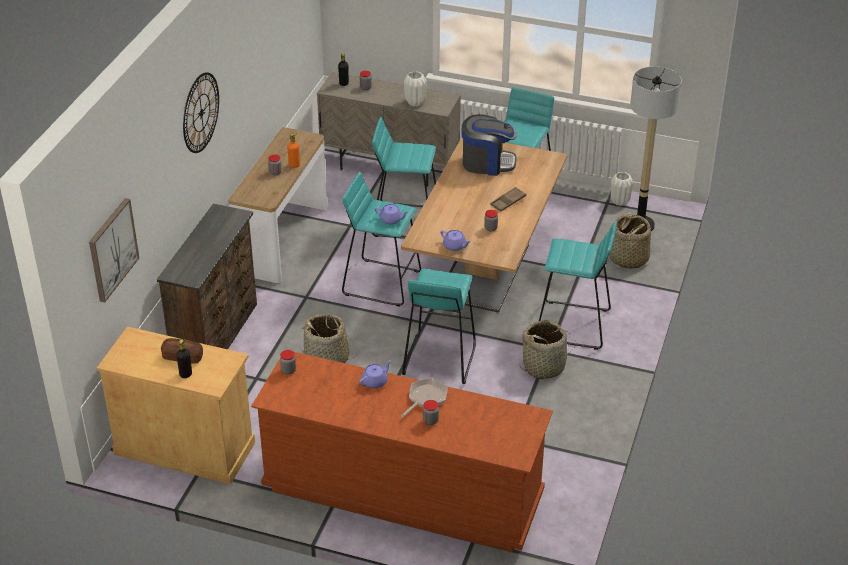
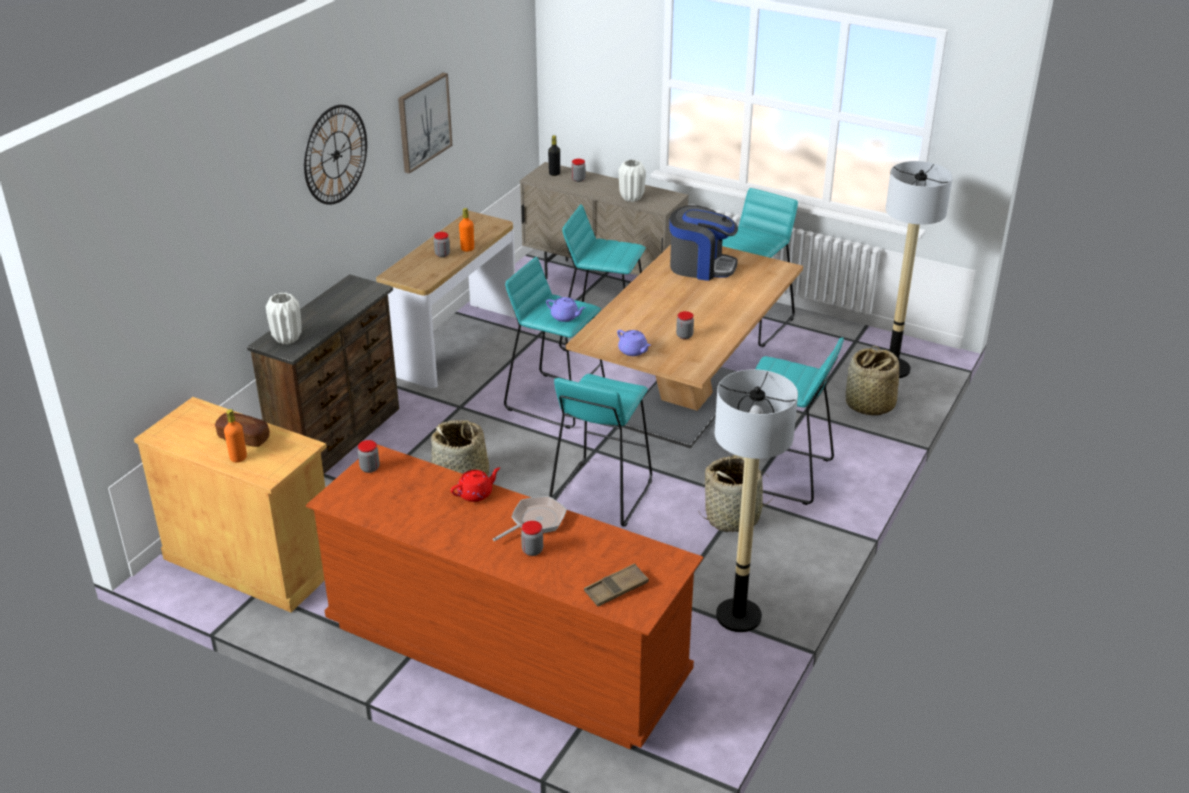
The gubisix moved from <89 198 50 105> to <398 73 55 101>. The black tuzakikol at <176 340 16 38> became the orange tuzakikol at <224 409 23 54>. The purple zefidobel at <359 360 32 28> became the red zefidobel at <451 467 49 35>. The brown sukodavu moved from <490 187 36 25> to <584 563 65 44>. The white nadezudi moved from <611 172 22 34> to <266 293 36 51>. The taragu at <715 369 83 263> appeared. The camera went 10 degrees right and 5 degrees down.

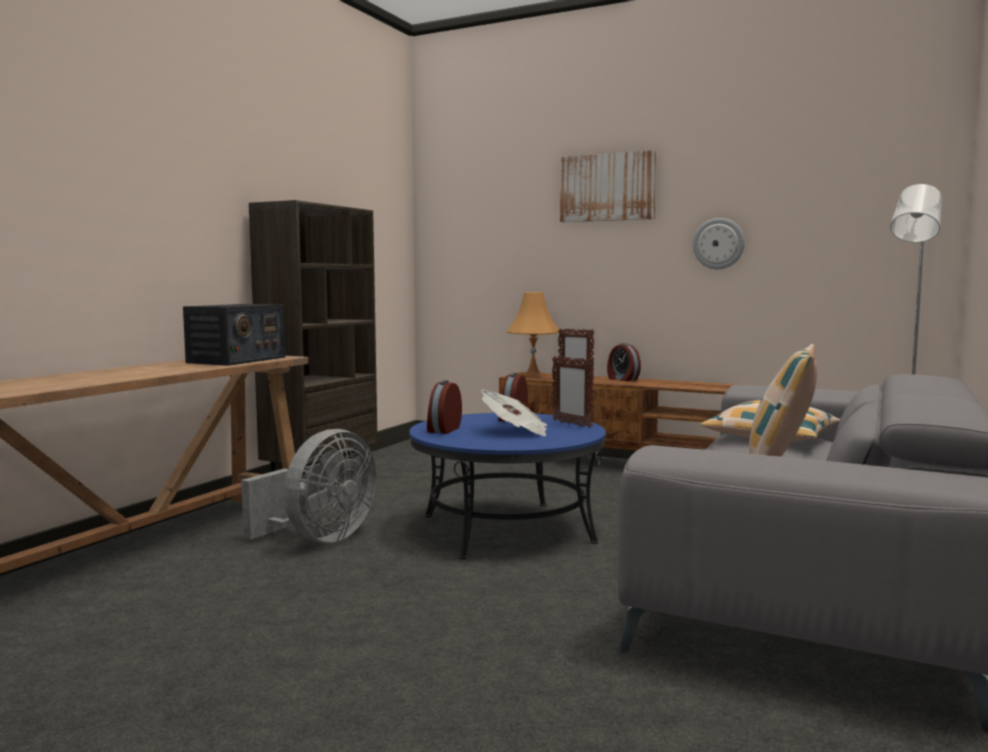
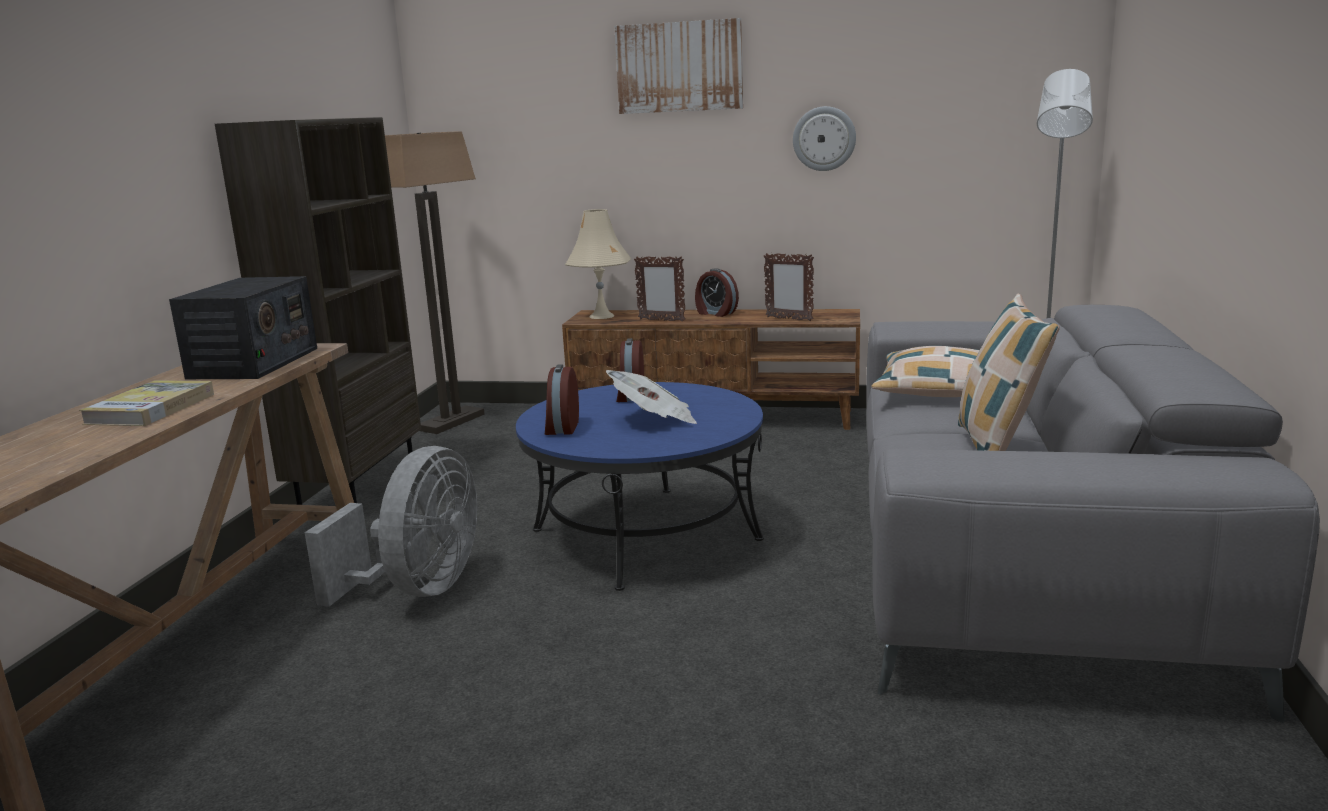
The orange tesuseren at <507 292 52 85> became the beige tesuseren at <565 209 66 110>. The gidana moved from <552 356 42 72> to <764 253 50 68>. The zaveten at <79 380 135 46> appeared. The taragu at <385 131 100 303> appeared. The camera went 15 degrees left and 10 degrees up.

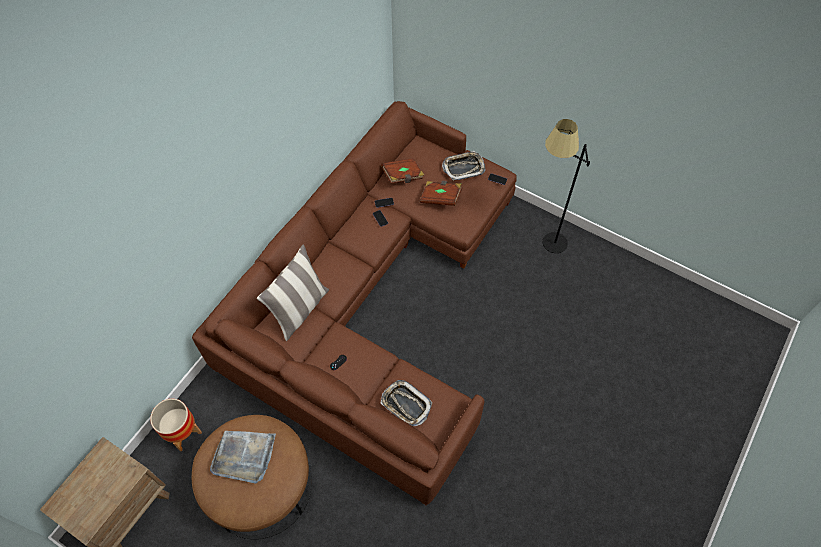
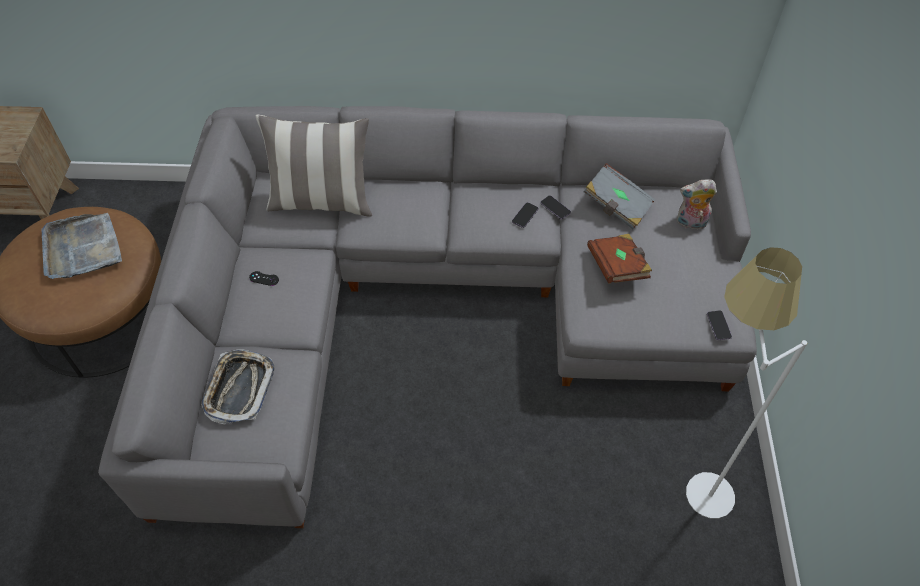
The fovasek at <150 399 52 52> disappeared. The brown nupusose at <192 101 325 404> became the grey nupusose at <98 106 659 422>. The brown zaveten at <381 158 43 26> became the grey zaveten at <584 163 71 66>. The sukodavu at <442 151 44 30> disappeared. The black taragu at <543 119 47 134> became the white taragu at <686 247 121 271>. The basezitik at <677 180 40 52> appeared. The camera went 60 degrees right and 5 degrees down.

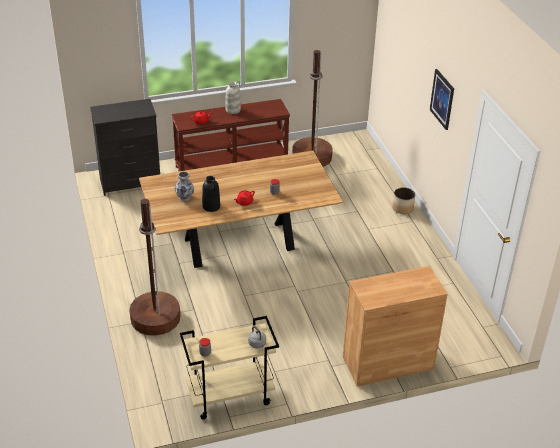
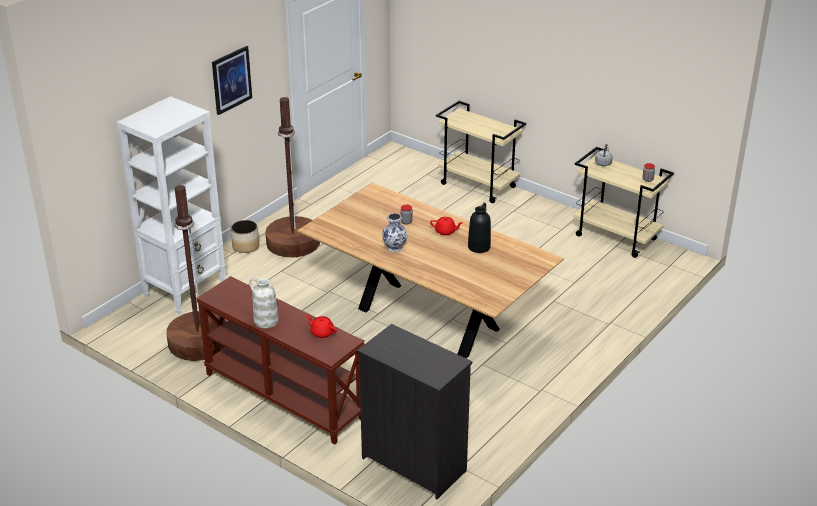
The brown taragu moved from <129 199 52 137> to <265 96 55 161>. The nadezudi moved from <174 171 20 30> to <382 213 26 39>. The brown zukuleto at <343 266 105 120> was replaced by the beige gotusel at <436 101 90 102>. The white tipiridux at <117 96 109 218> appeared. The camera went 125 degrees left and 5 degrees down.

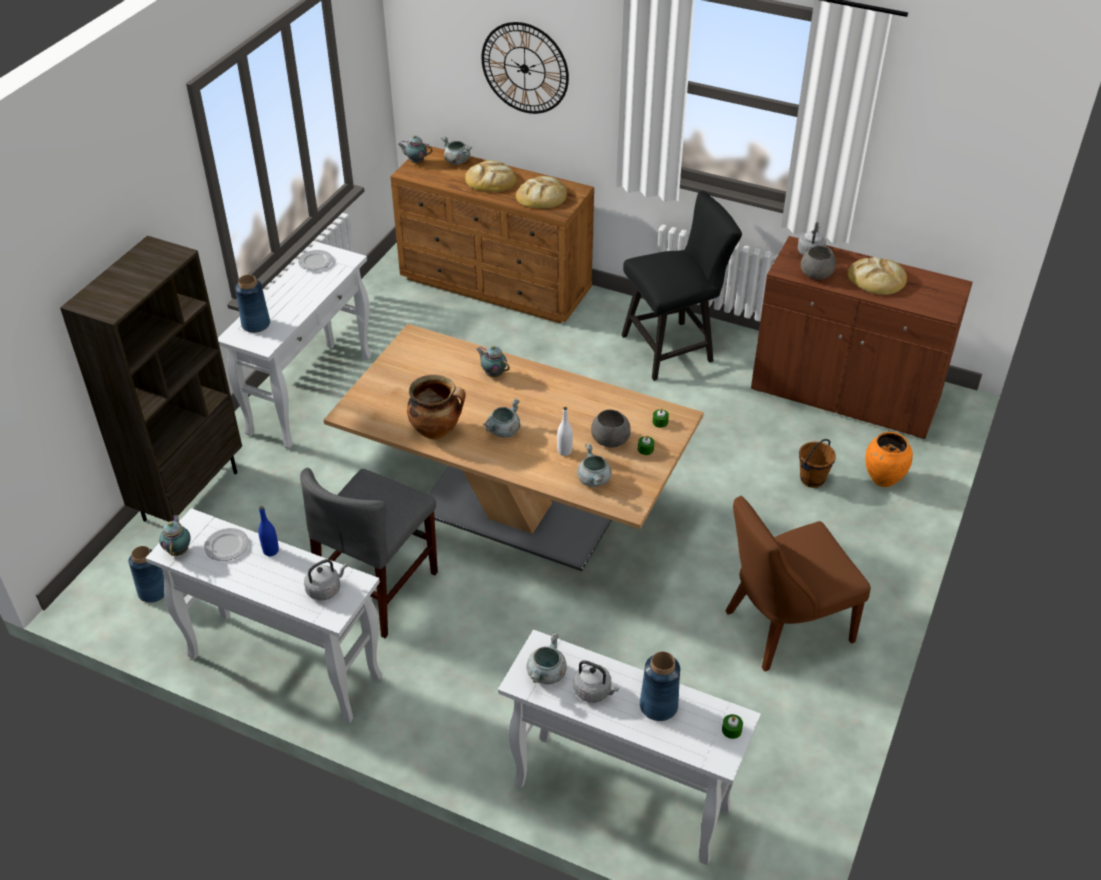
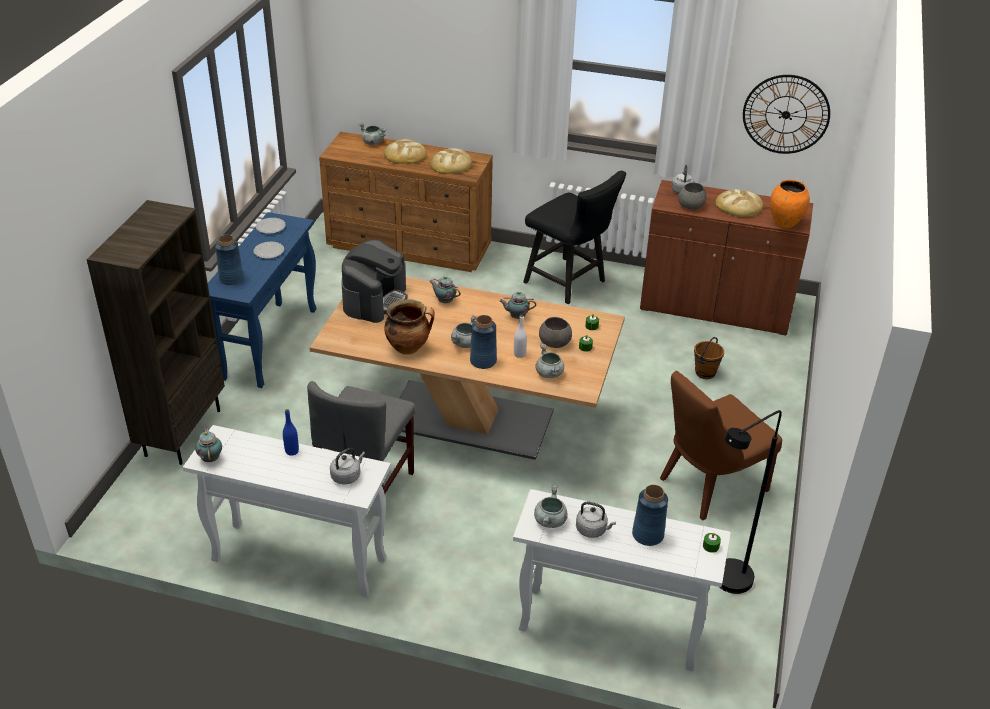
The blue nadezudi moved from <128 546 36 57> to <470 315 27 54>. The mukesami moved from <204 528 45 33> to <253 242 31 17>. The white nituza at <218 242 153 207> became the blue nituza at <208 212 108 176>. The zefidobel moved from <398 135 35 28> to <499 291 37 28>. The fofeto moved from <482 22 87 92> to <743 75 87 79>. The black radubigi at <621 191 121 190> turned 75 degrees clockwise. The orange nadezudi moved from <865 432 48 55> to <770 180 40 48>. The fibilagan at <342 240 65 83> appeared. The black taragu at <719 410 63 184> appeared. The camera went 10 degrees left and 5 degrees down.

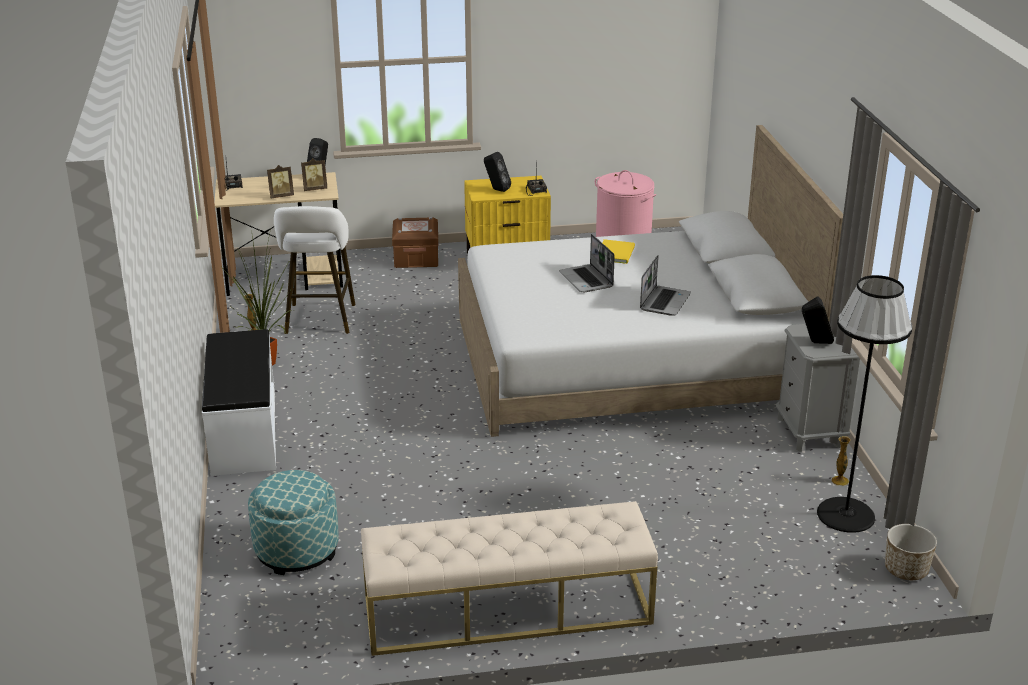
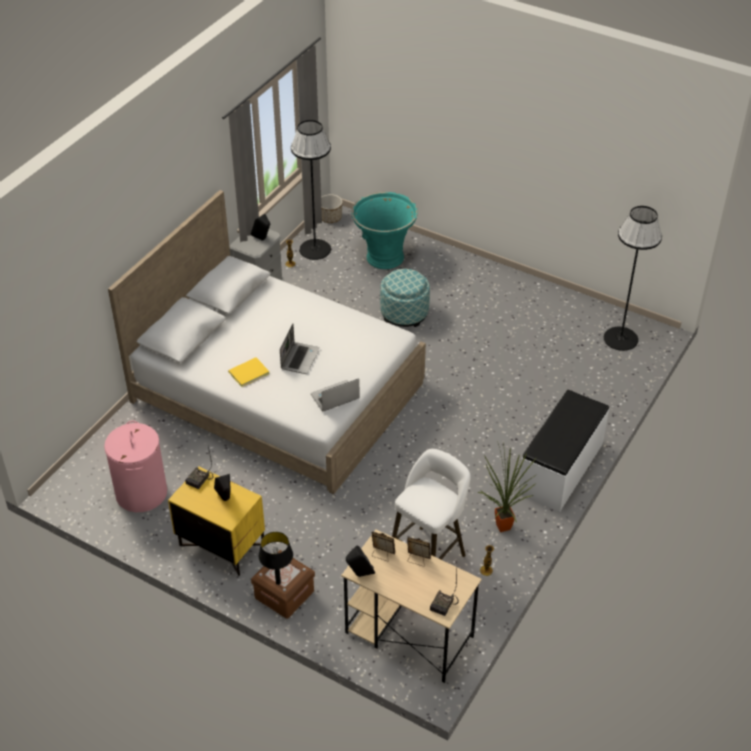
The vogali moved from <248 470 91 105> to <380 269 50 58>. The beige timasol at <361 501 297 155> disappeared. The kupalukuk moved from <640 255 51 61> to <311 379 49 32>. The black tesuseren at <259 532 34 53> appeared. The turquoise fovasek at <351 192 67 77> appeared. The black taragu at <604 206 58 145> appeared. The camera went 140 degrees left and 15 degrees up.

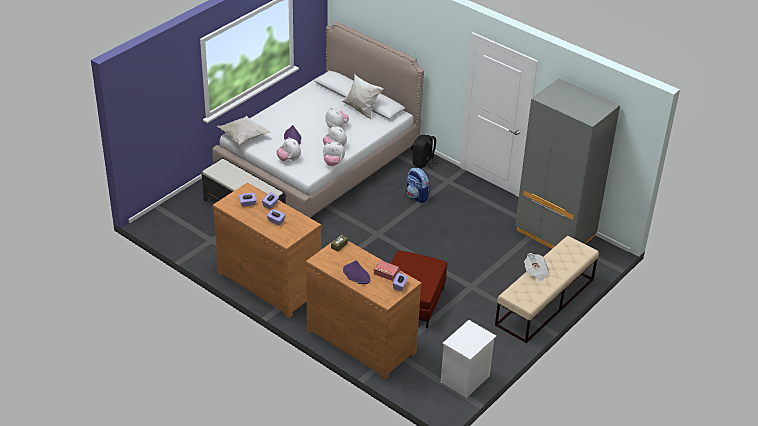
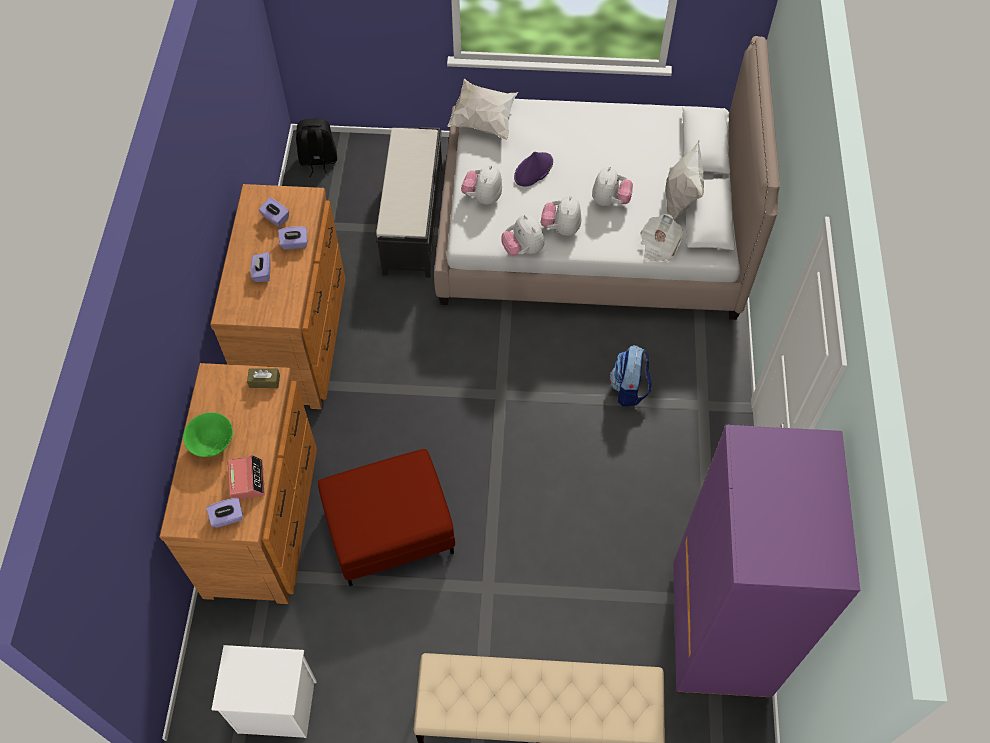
The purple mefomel at <343 260 28 24> was replaced by the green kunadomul at <183 412 50 45>. The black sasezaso moved from <412 135 26 34> to <296 118 41 59>. The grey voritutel at <515 78 105 171> became the purple voritutel at <673 425 187 272>. The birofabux moved from <524 253 26 29> to <640 214 44 48>. The camera went 55 degrees right and 20 degrees up.

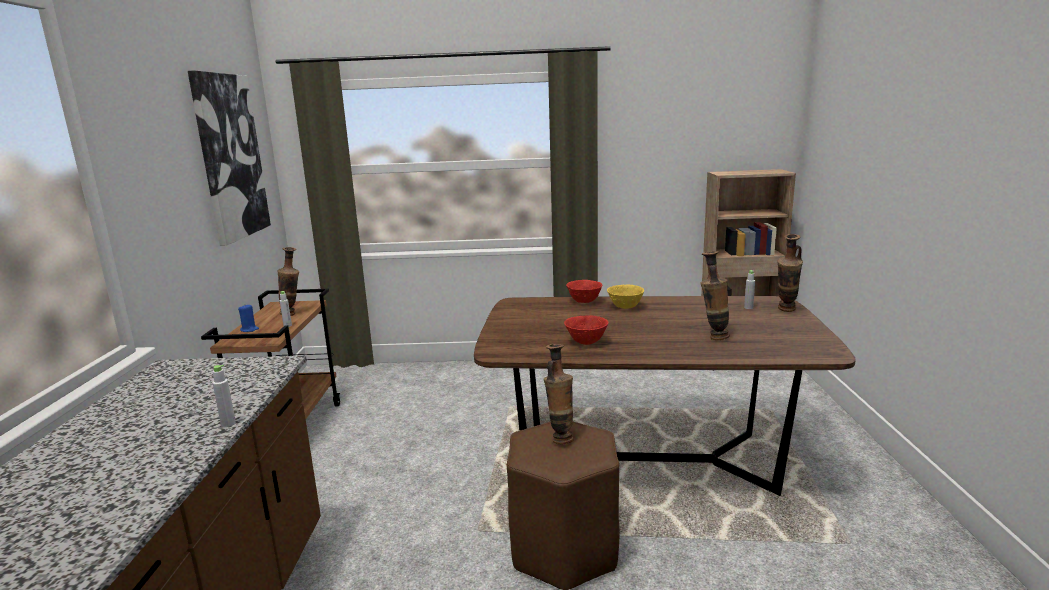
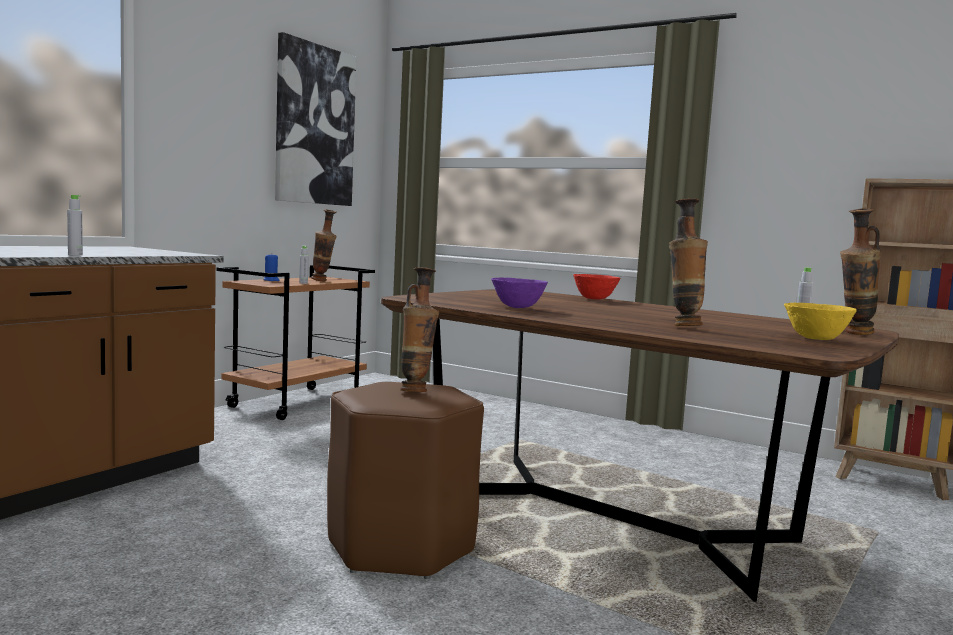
The red kunadomul at <564 315 45 30> became the purple kunadomul at <491 278 57 30>. The yellow kunadomul moved from <607 285 37 24> to <784 303 73 37>. The camera went 30 degrees right and 10 degrees down.

